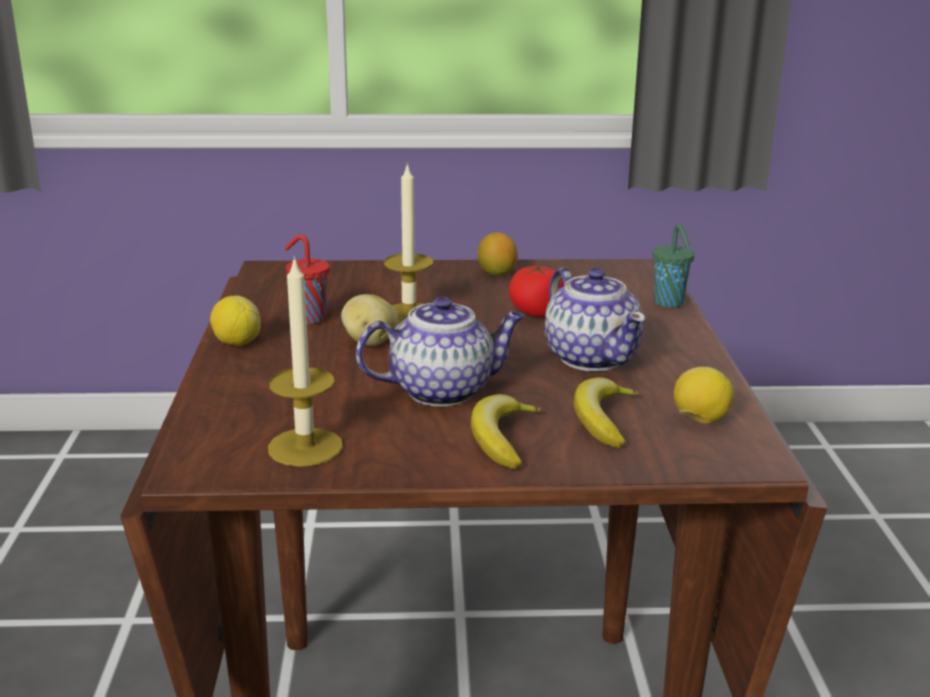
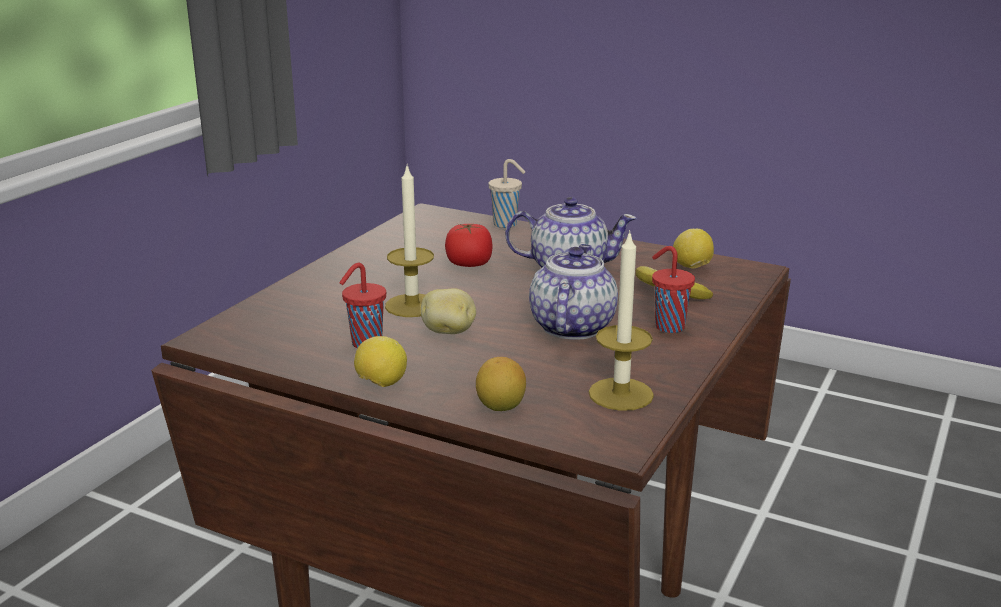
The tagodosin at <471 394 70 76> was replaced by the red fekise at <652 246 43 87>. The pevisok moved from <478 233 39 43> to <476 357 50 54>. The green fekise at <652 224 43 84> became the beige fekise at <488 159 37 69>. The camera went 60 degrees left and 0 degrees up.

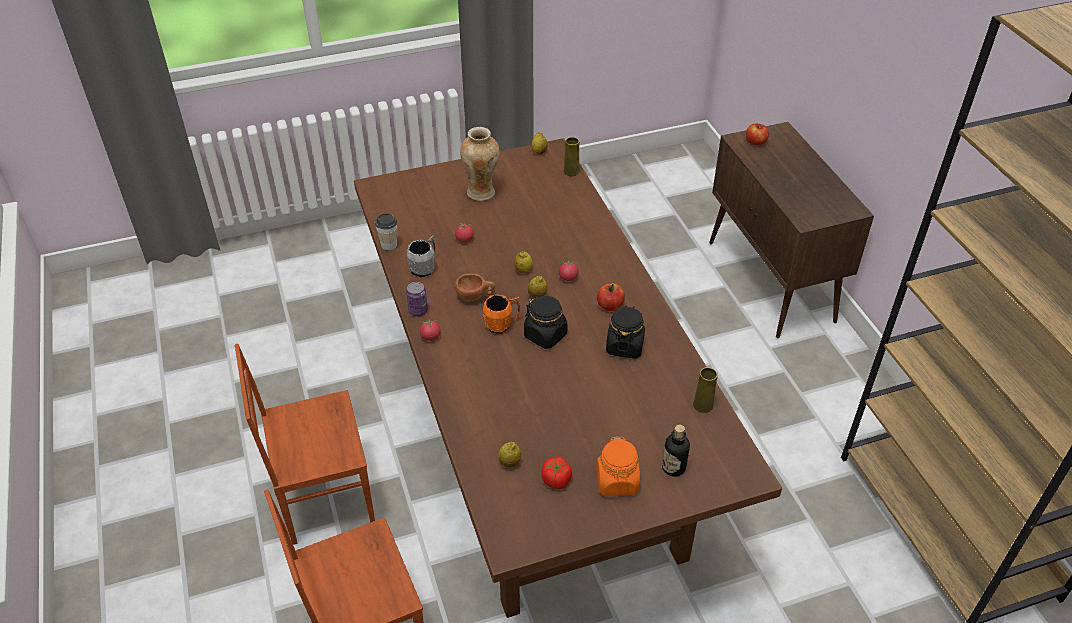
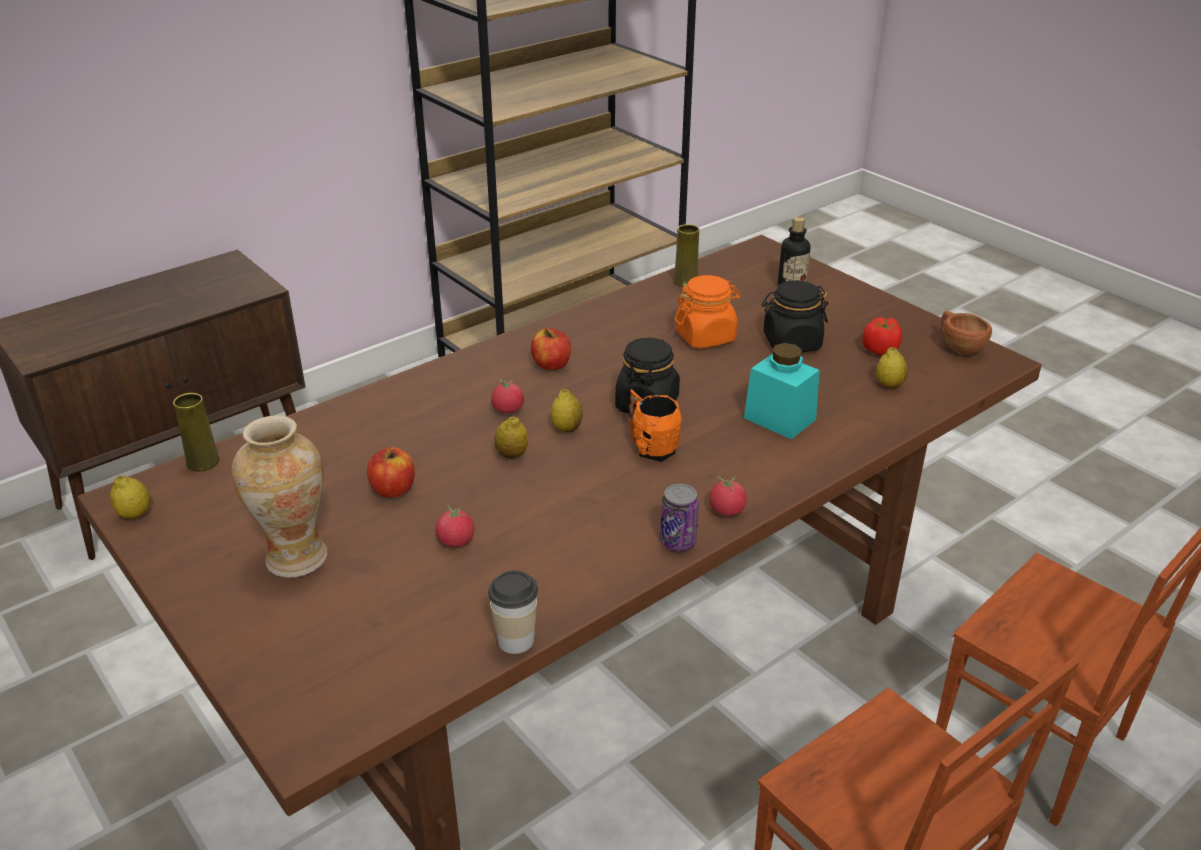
The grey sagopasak at <407 236 28 41> disappeared. The brown fekise moved from <455 273 40 28> to <941 311 51 43>. The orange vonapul moved from <596 436 44 60> to <675 275 65 73>. The black vonapul moved from <606 305 39 53> to <762 280 66 72>. The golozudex moved from <746 124 23 22> to <367 447 48 51>. The turquoise vonapul at <744 343 76 96> appeared. The camera went 110 degrees left and 10 degrees down.

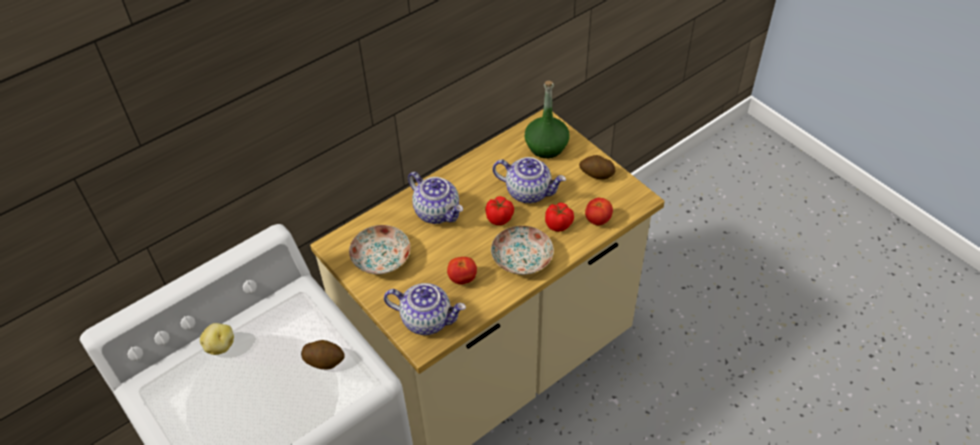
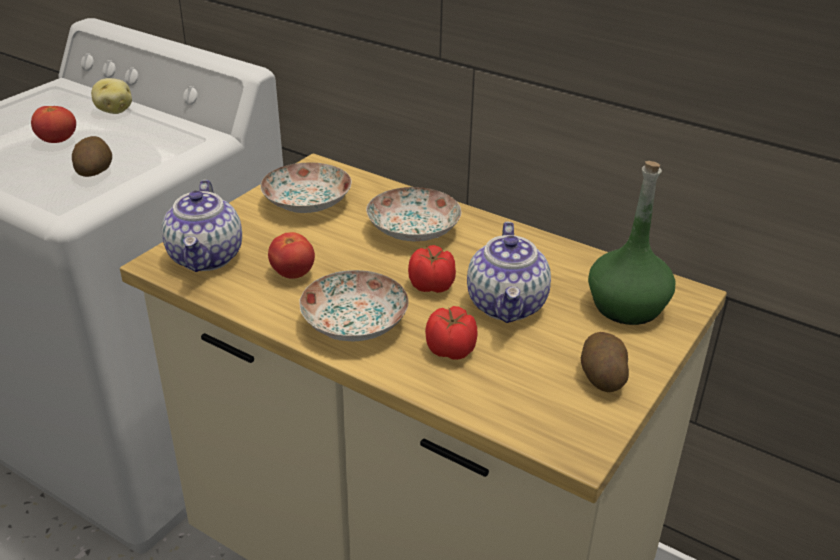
The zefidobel at <408 172 55 52> was replaced by the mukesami at <366 187 95 54>. The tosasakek moved from <585 198 28 27> to <31 106 45 37>. The camera went 70 degrees right and 15 degrees down.

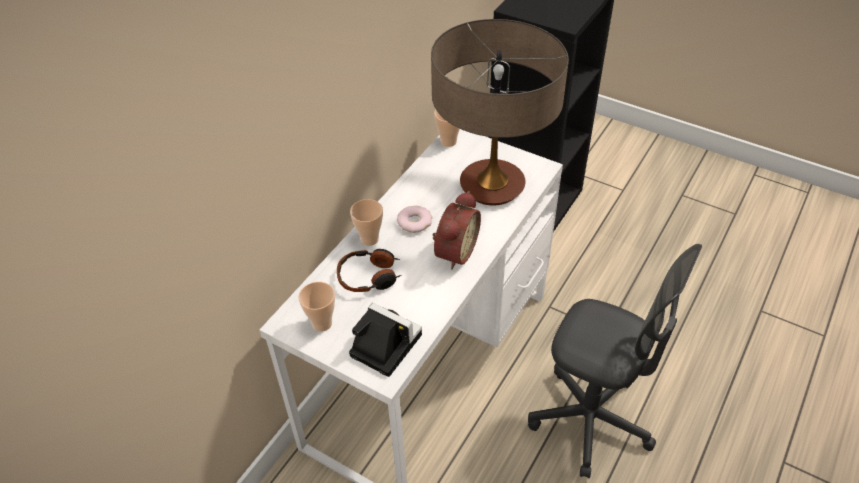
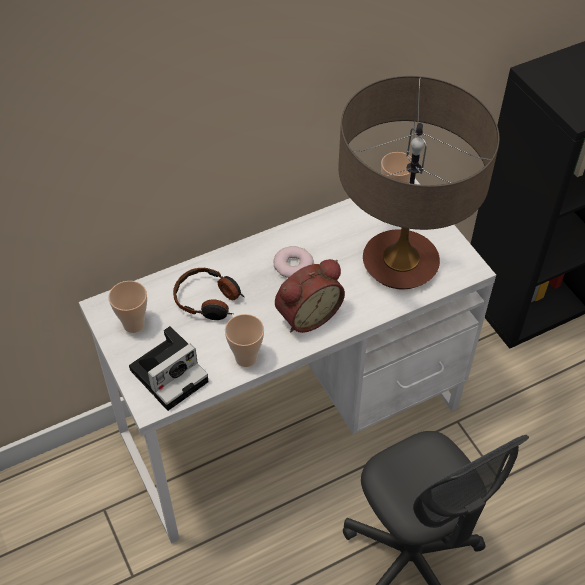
The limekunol at <349 303 73 74> turned 75 degrees clockwise. The fekise moved from <350 199 33 47> to <225 314 39 53>. The camera went 30 degrees right and 5 degrees up.

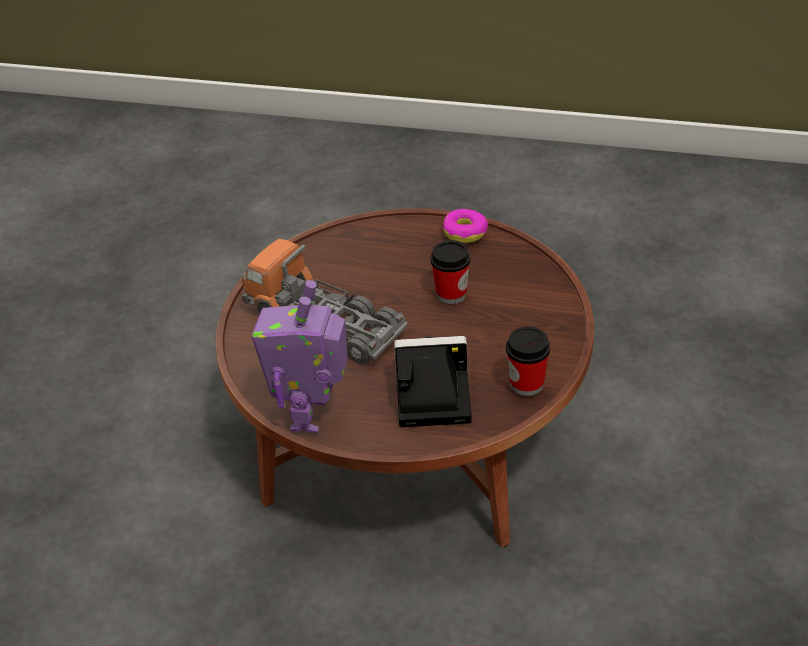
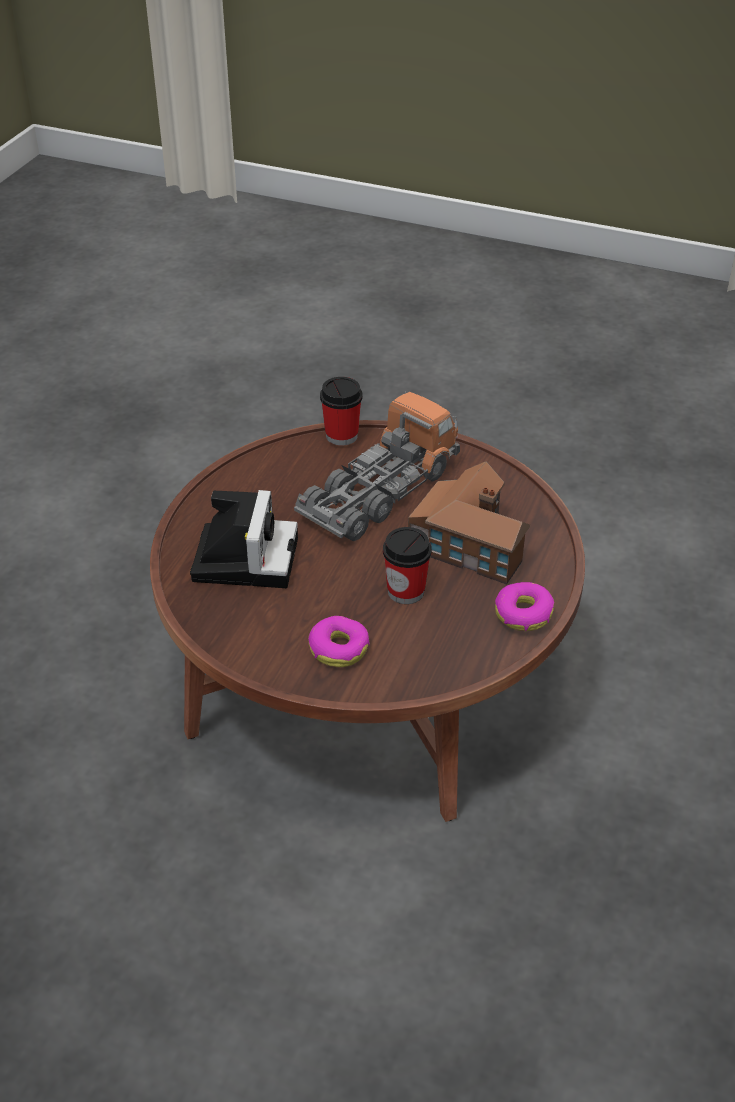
The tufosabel at <251 280 97 153> disappeared. The fekise moved from <506 327 44 69> to <320 377 43 69>. The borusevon at <308 616 62 51> appeared. The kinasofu at <408 461 122 124> appeared. The camera went 95 degrees right and 0 degrees up.

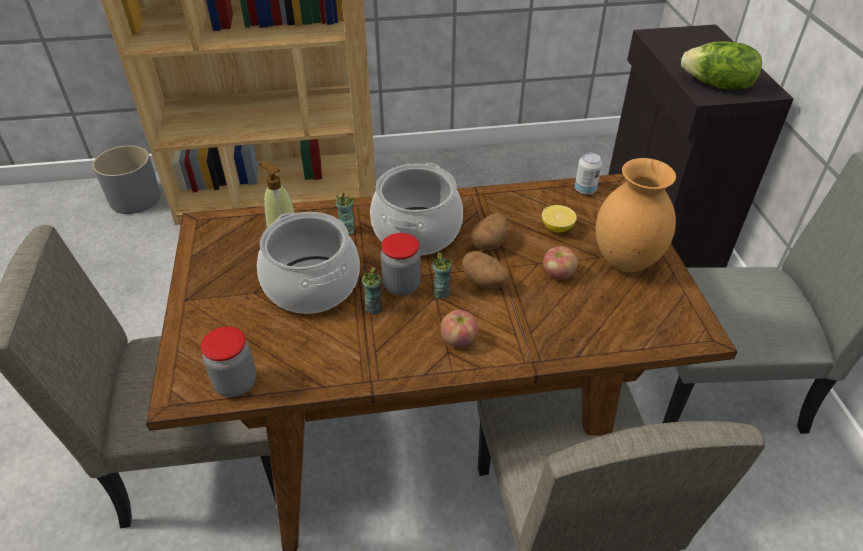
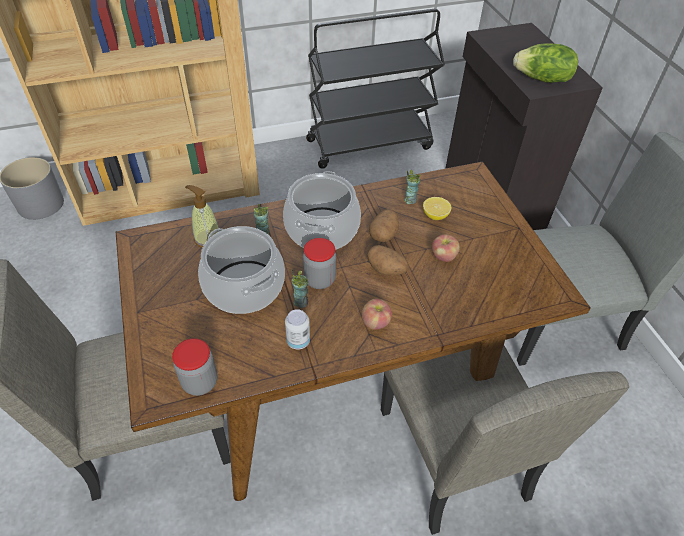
The fekise moved from <432 252 20 47> to <404 170 17 34>. The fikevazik moved from <575 152 27 43> to <285 309 25 41>. The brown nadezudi at <596 158 80 114> disappeared. The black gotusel at <306 9 139 160> appeared. The camera went 10 degrees left and 5 degrees up.

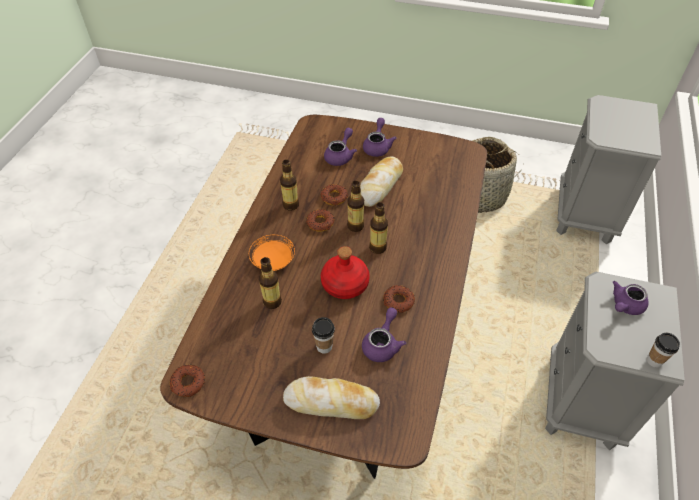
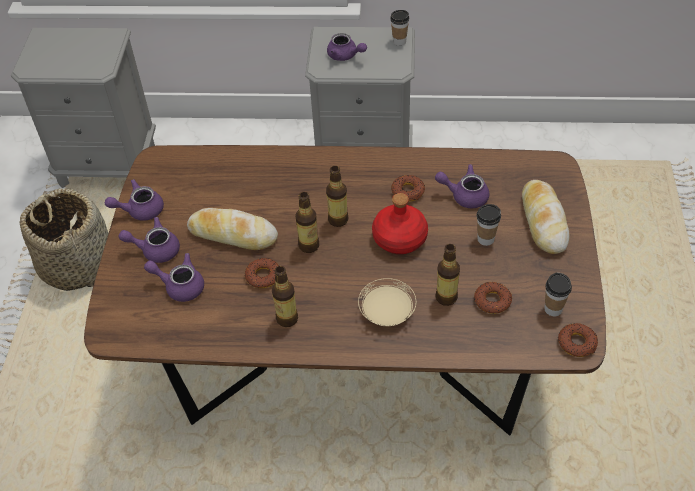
The orange mukesami at <249 235 46 36> became the beige mukesami at <358 278 58 48>. The borusevon moved from <306 209 28 23> to <474 282 38 32>. The purple zefidobel at <105 179 59 42> appeared. The fekise at <545 273 27 43> appeared. The camera went 100 degrees left and 0 degrees up.

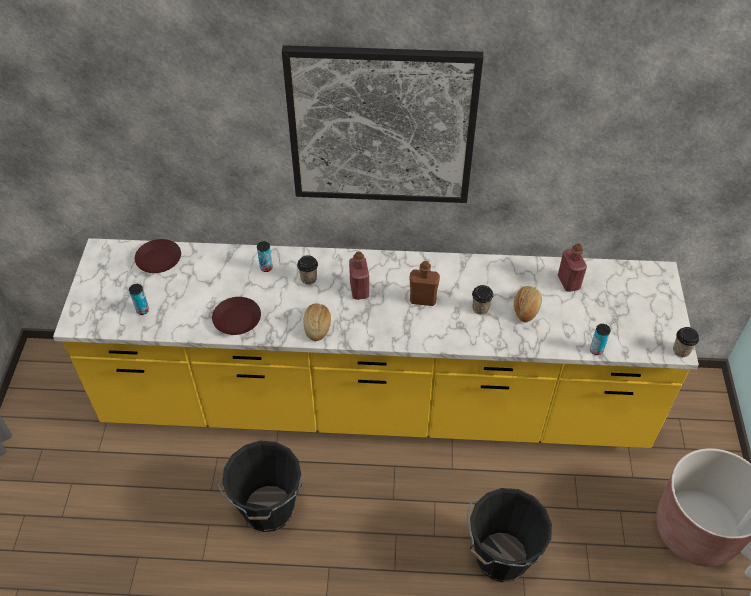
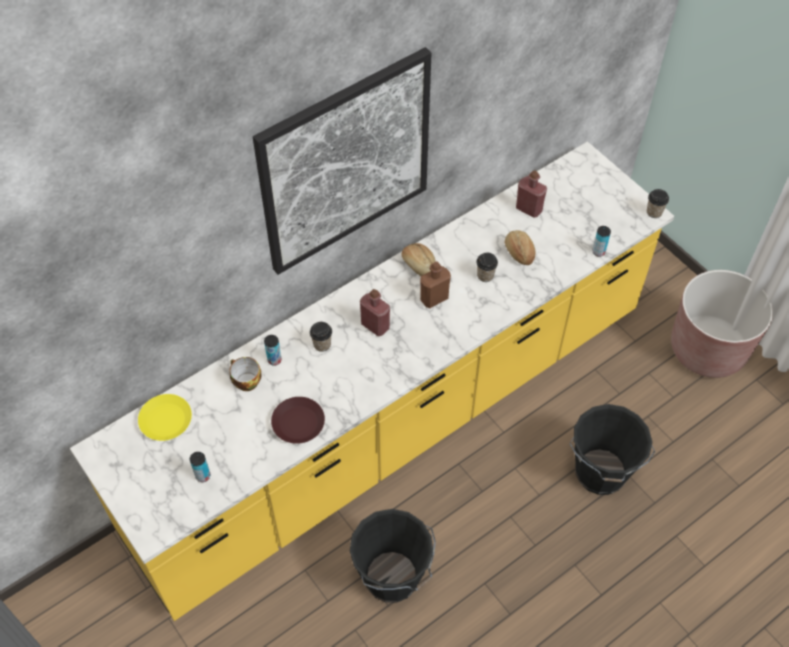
The brown mukesami at <135 239 46 34> became the yellow mukesami at <138 394 54 47>. The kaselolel moved from <304 304 27 37> to <402 243 34 33>. The fekise at <230 357 32 34> appeared. The camera went 40 degrees left and 5 degrees up.

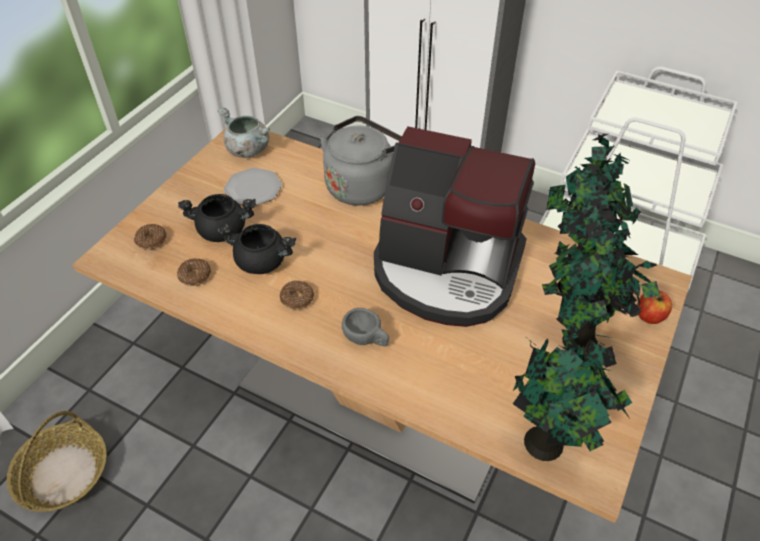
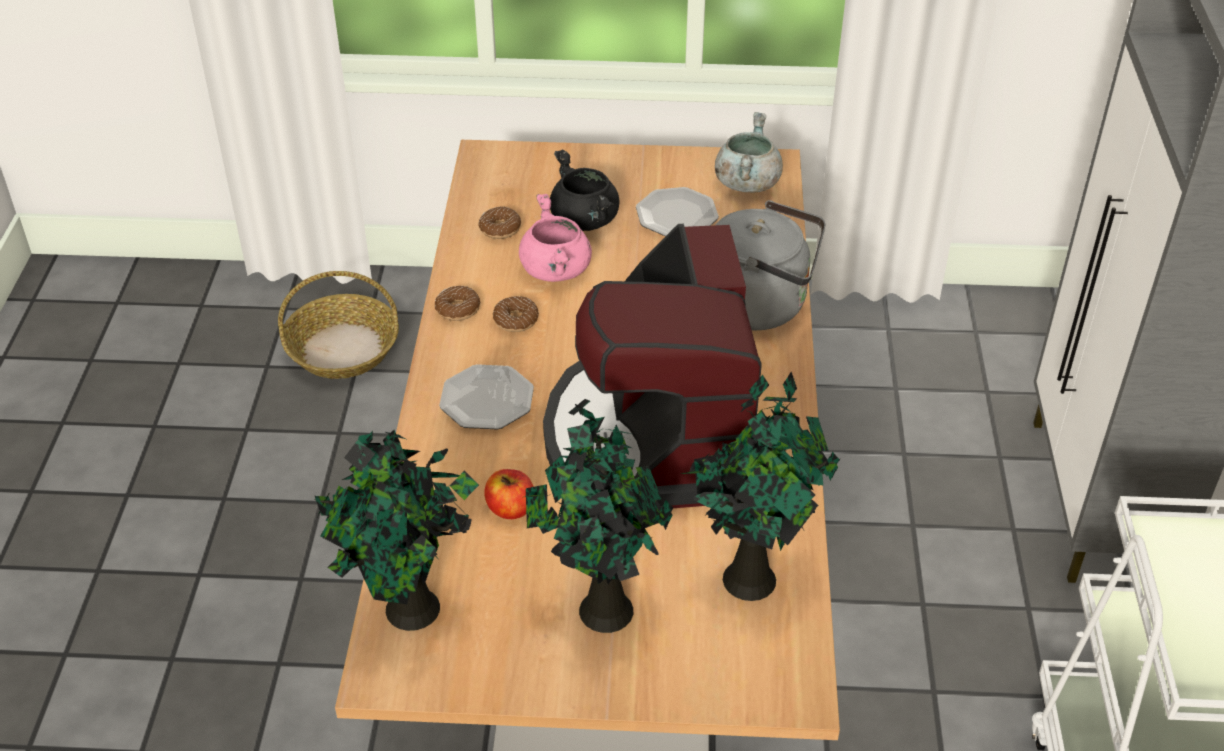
The borusevon moved from <134 224 33 26> to <435 286 45 35>. The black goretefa at <218 224 78 50> became the pink goretefa at <519 194 73 88>. The grey fekise at <342 308 47 38> was replaced by the mukesami at <439 364 95 66>. The golozudex moved from <637 291 35 33> to <485 469 49 50>. The camera went 65 degrees right and 5 degrees down.

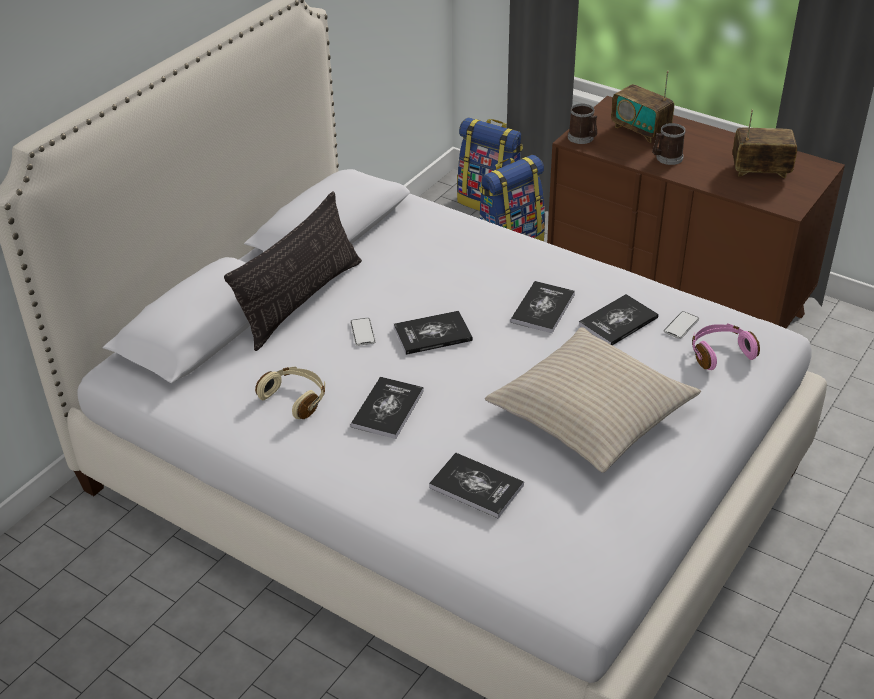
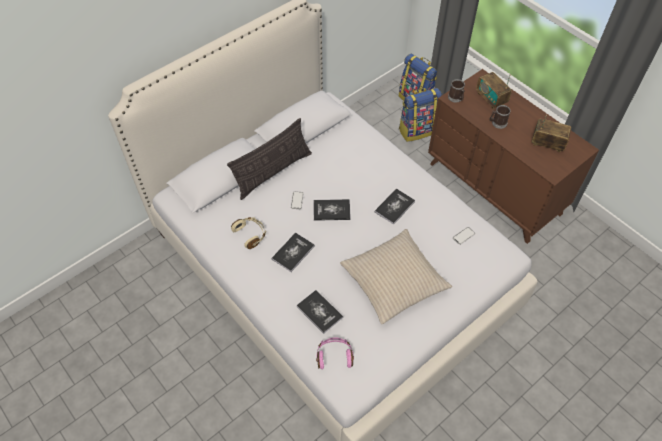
The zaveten at <578 294 80 51> disappeared. The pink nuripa moved from <692 323 68 47> to <316 337 38 33>. The camera went 15 degrees right and 15 degrees up.

